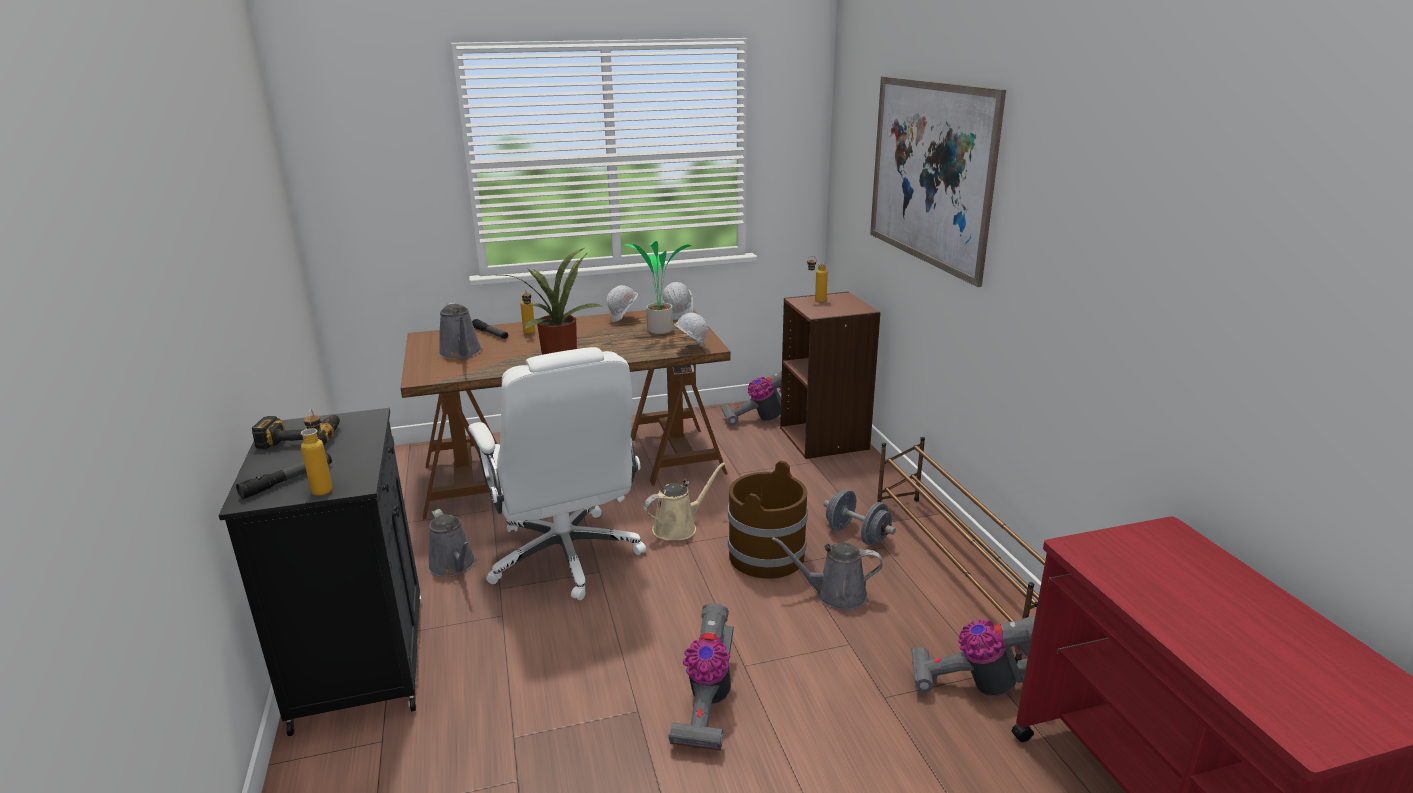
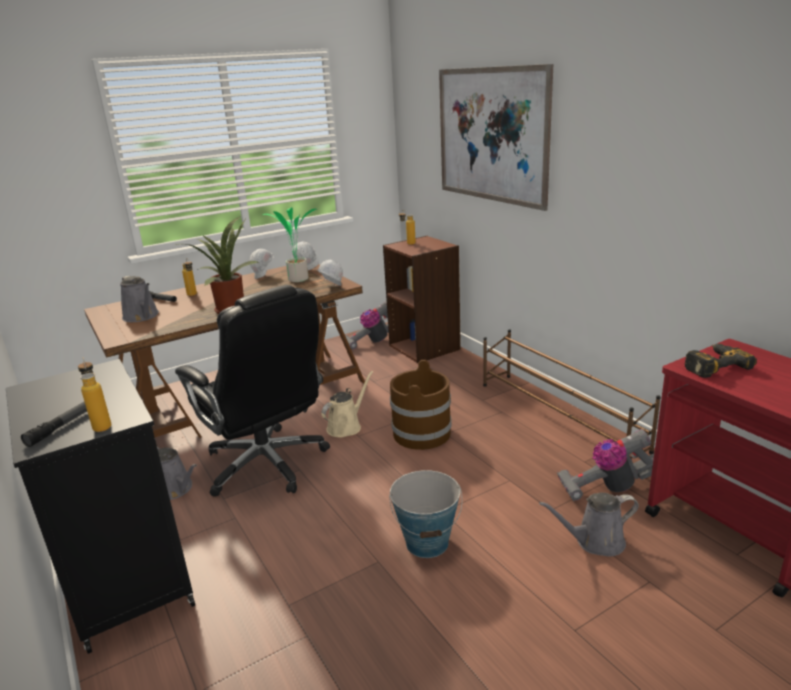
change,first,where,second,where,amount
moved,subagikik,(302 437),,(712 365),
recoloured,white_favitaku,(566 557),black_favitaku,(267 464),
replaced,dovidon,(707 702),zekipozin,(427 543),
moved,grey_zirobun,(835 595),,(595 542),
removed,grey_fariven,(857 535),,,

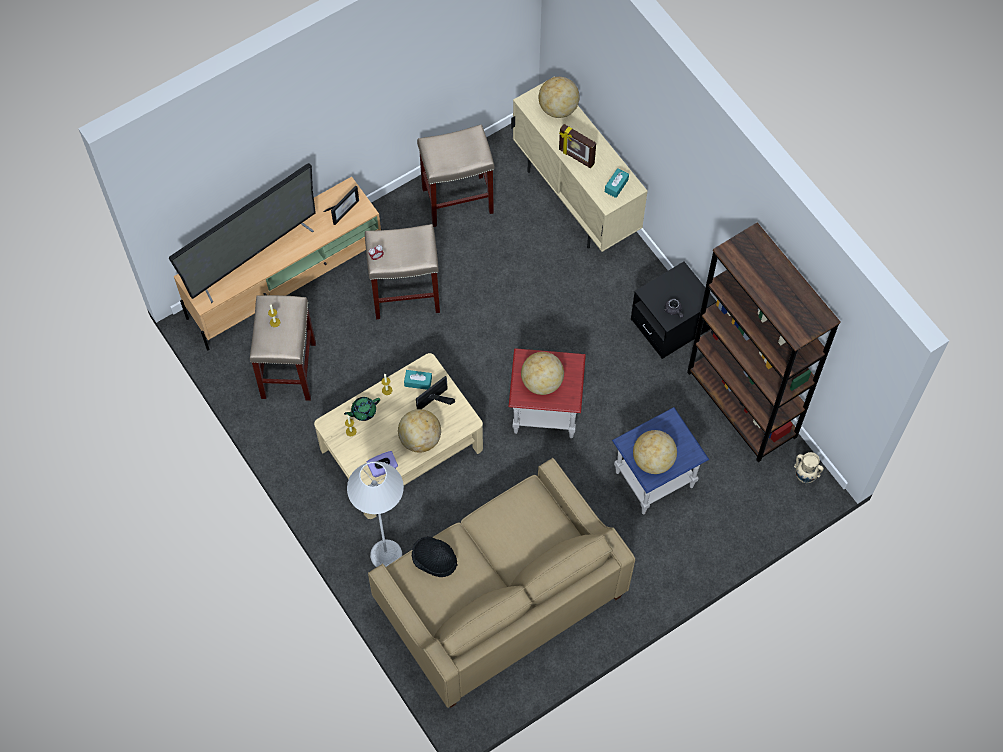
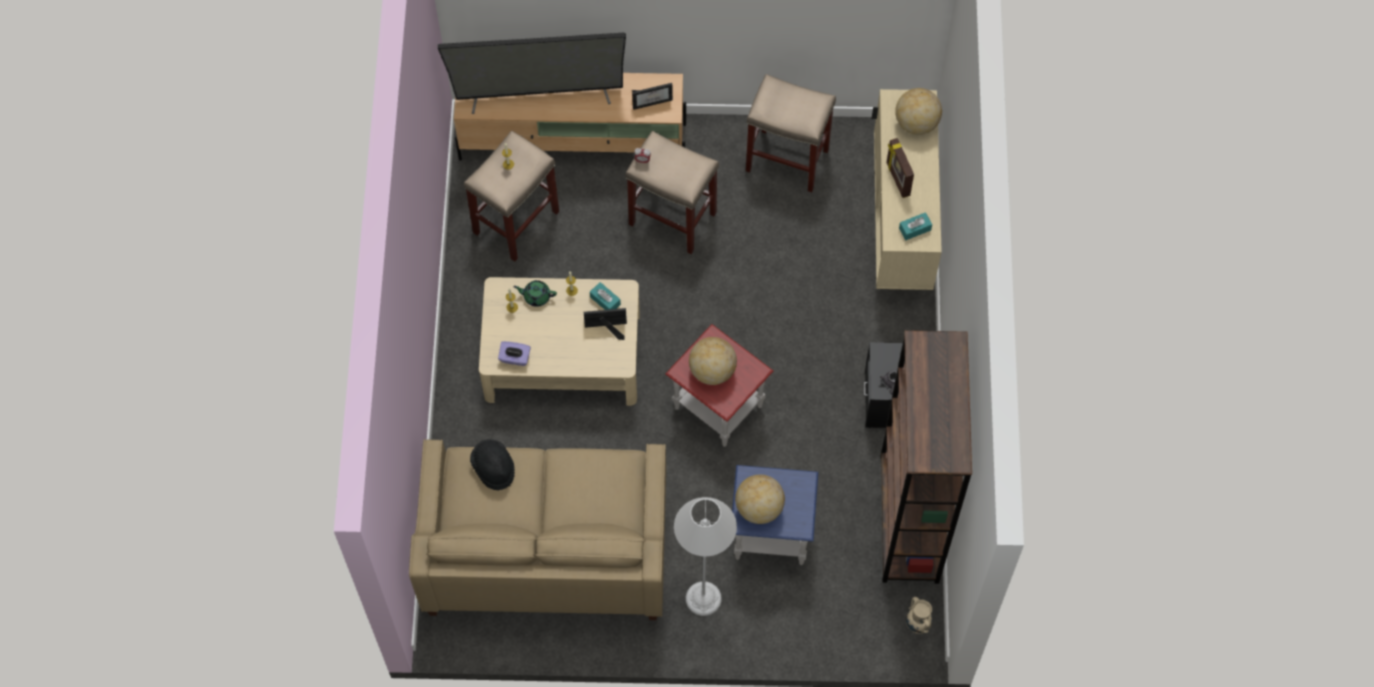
change,first,where,second,where,amount
moved,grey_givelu,(386 555),,(703 599),
removed,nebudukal,(420 439),,,

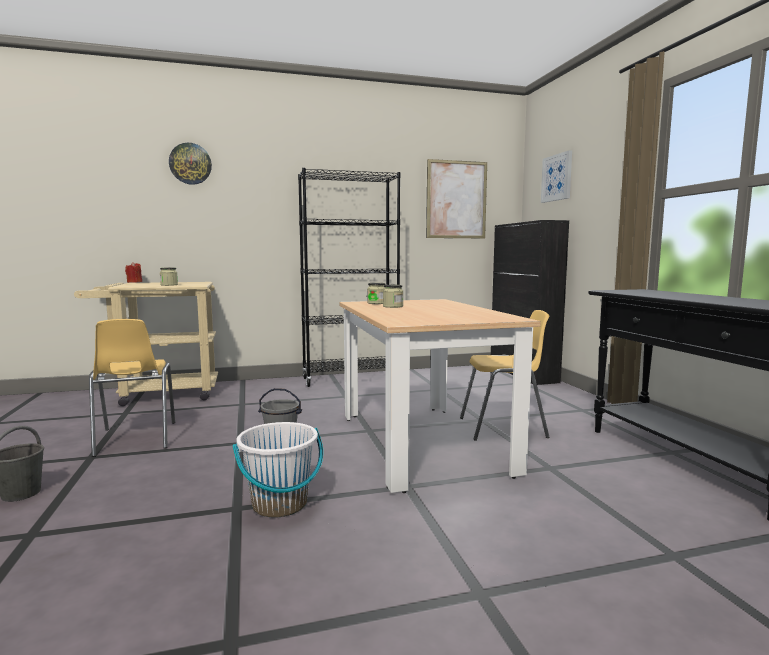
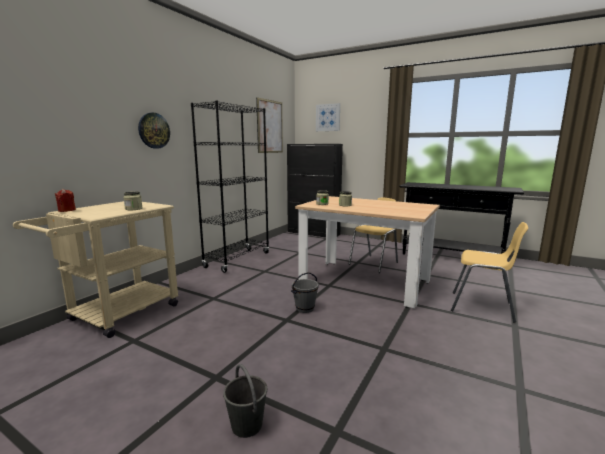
change,first,where,second,where,amount
moved,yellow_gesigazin,(135 439),,(482 307),
moved,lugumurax,(190 164),,(154 130),
removed,white_zekipozin,(280 504),,,

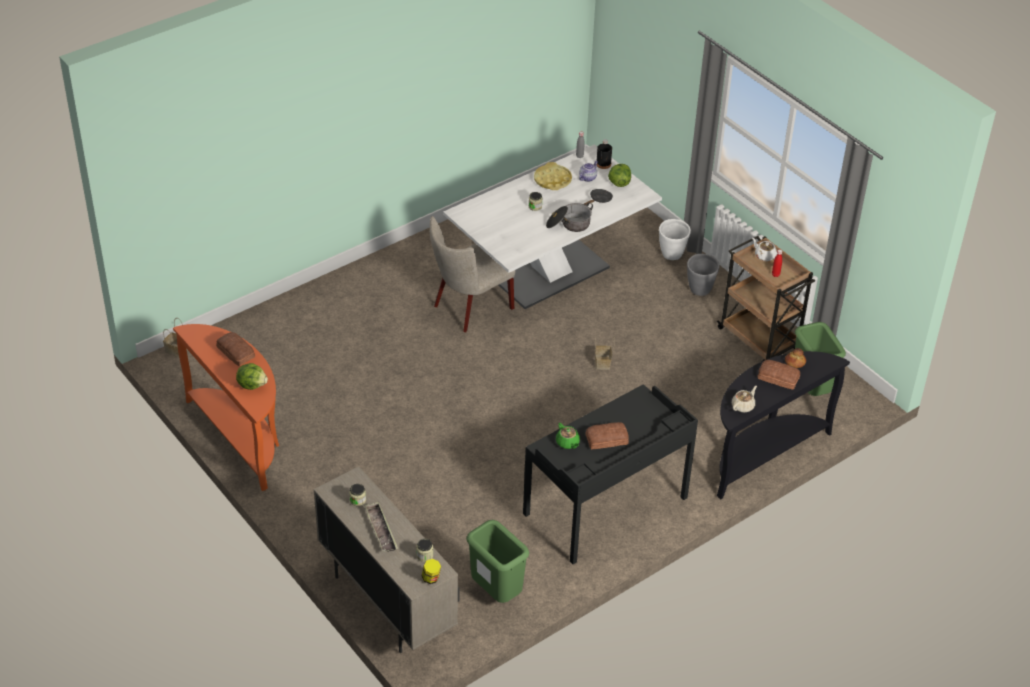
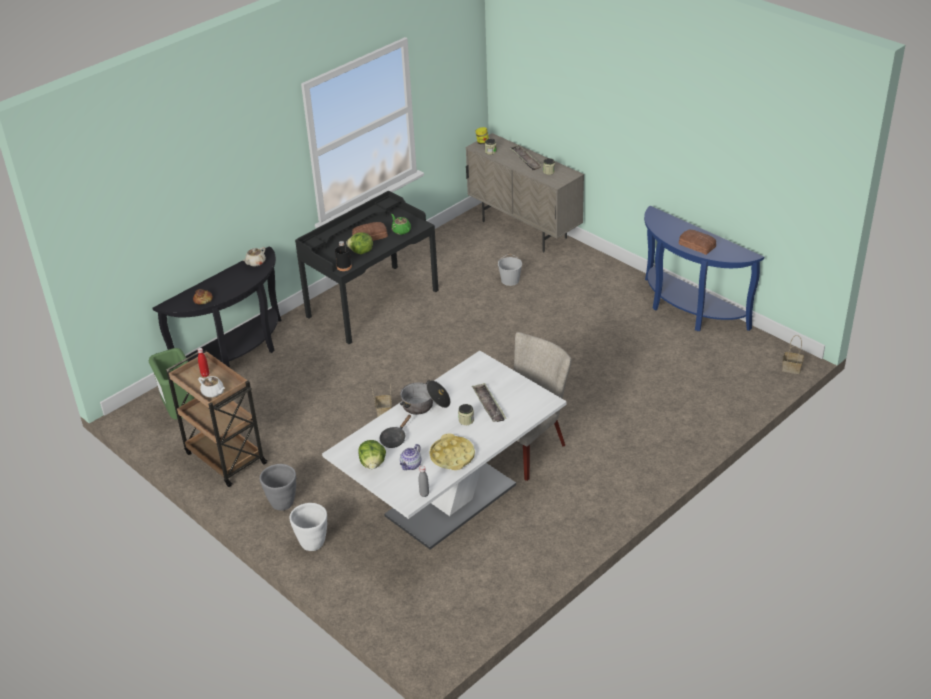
change,first,where,second,where,amount
recoloured,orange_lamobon,(241 437),blue_lamobon,(687 310),
moved,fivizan,(252 384),,(361 252),
removed,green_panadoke,(497 593),,,
moved,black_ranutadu,(603 164),,(344 266),
removed,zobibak,(778 378),,,
added,,,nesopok,(489 405),
added,,,white_zekipozin,(510 280),

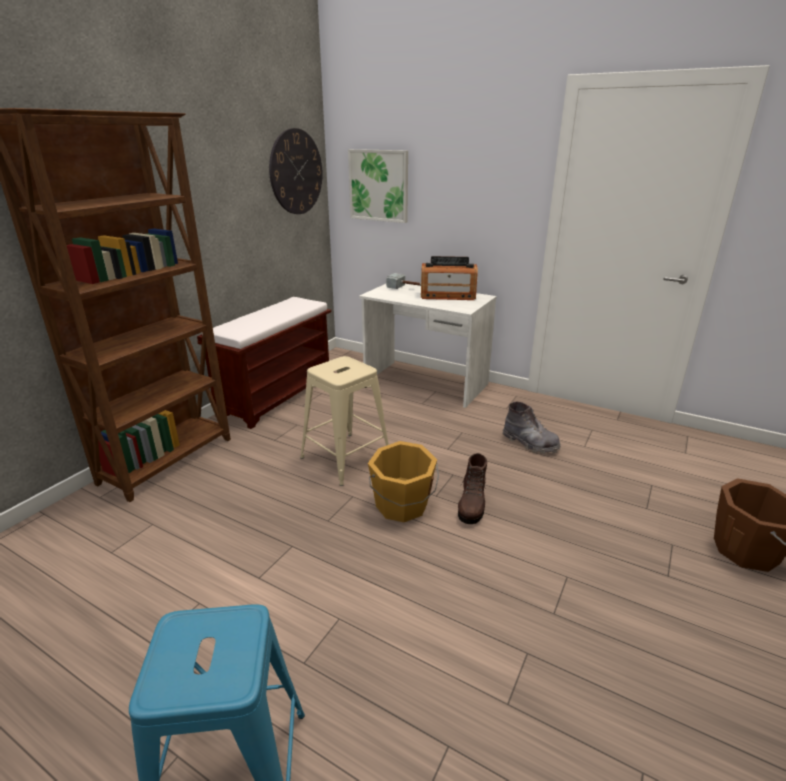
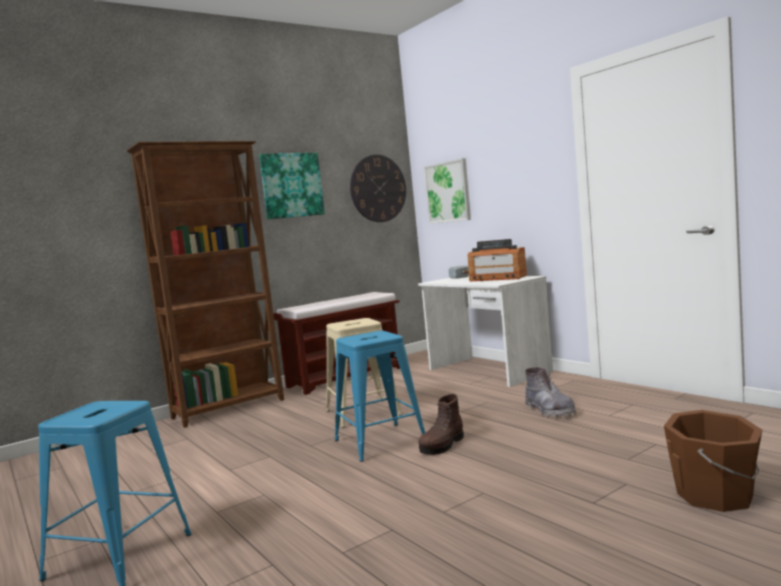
change,first,where,second,where,amount
replaced,orange_zekipozin,(402 505),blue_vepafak,(380 441),
added,,,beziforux,(291 185),

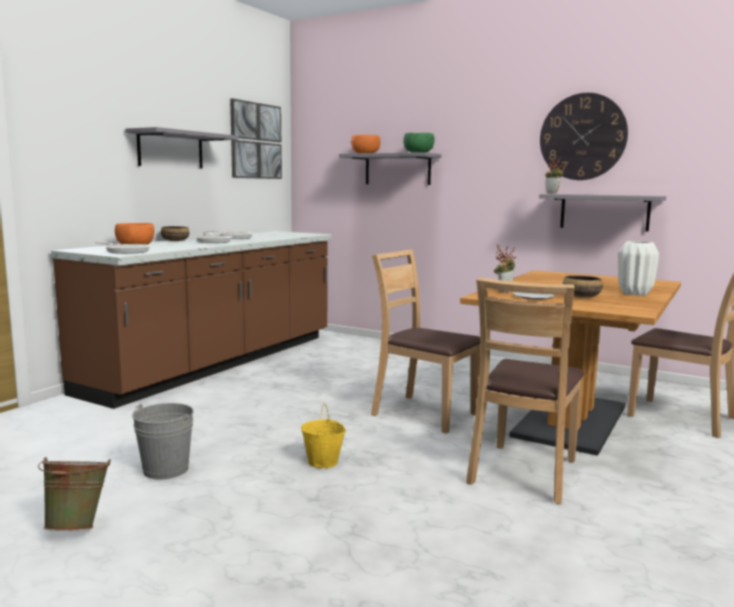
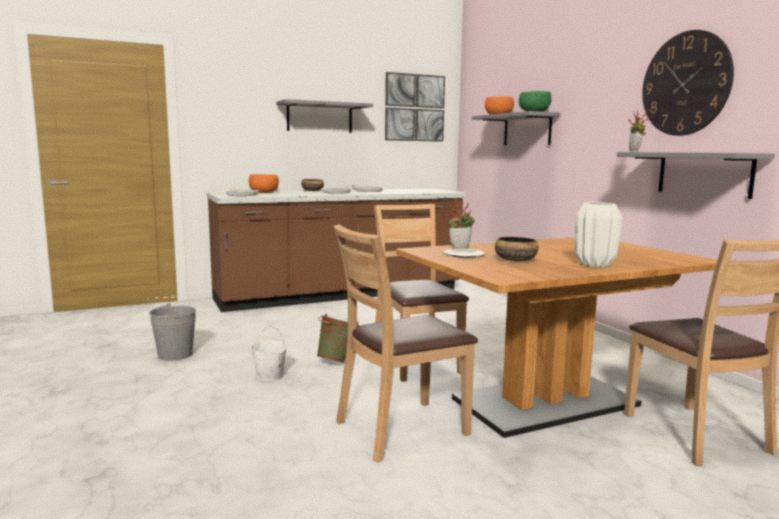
change,first,where,second,where,amount
moved,green_zekipozin,(78 526),,(338 361),
recoloured,yellow_zekipozin,(323 462),white_zekipozin,(270 376),

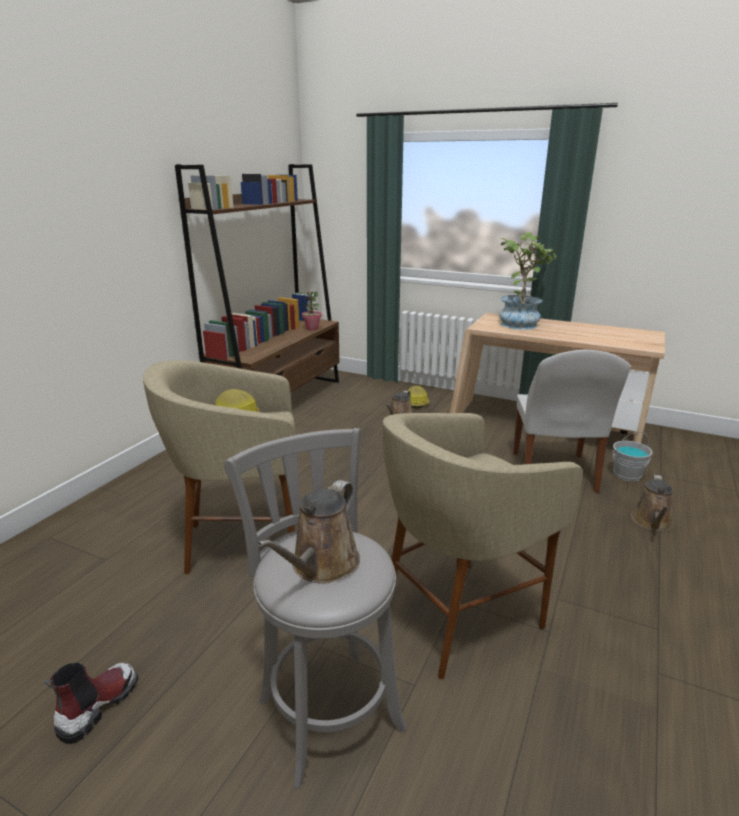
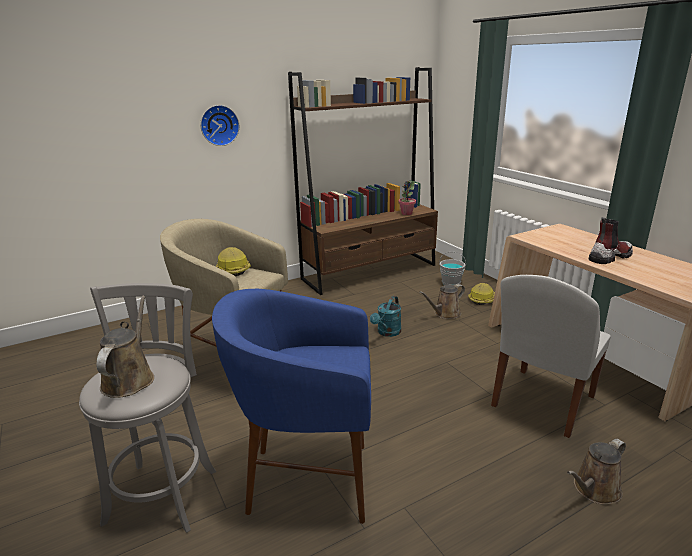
change,first,where,second,where,amount
moved,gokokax,(98 706),,(609 257),
turned,brown_zirobun,(321 565),,(130 378),120 degrees clockwise
recoloured,beige_vepafak,(458 618),blue_vepafak,(308 481),
removed,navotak,(520 323),,,
moved,grey_zekipozin,(626 474),,(451 282),
added,,,lugumurax,(219 125),
added,,,turquoise_zirobun,(387 333),

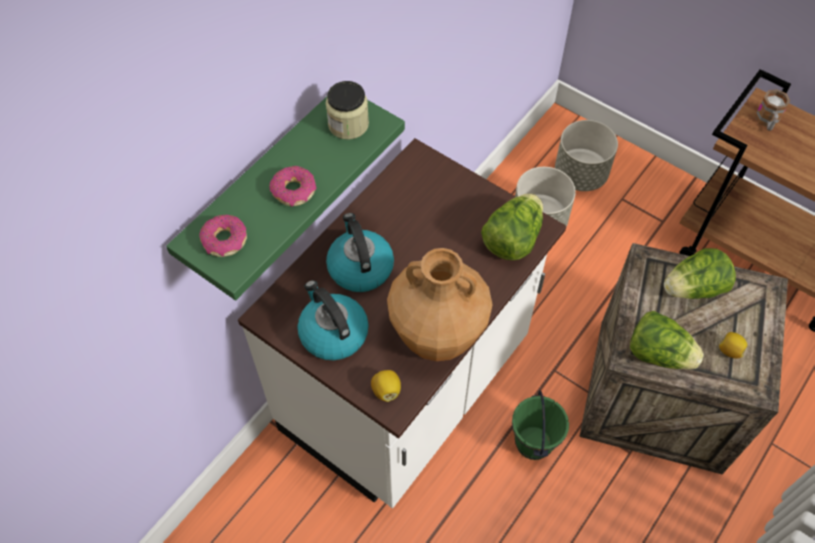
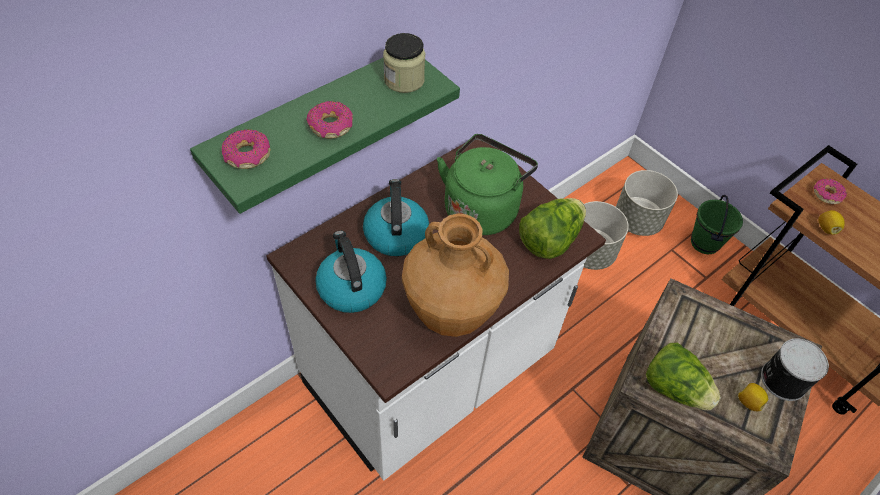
change,first,where,second,where,amount
moved,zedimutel,(386 390),,(826 228),
moved,green_zekipozin,(533 442),,(704 243),
removed,fivizan,(693 289),,,
replaced,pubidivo,(767 122),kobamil,(827 195),
added,,,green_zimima,(482 208),
added,,,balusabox,(782 379),

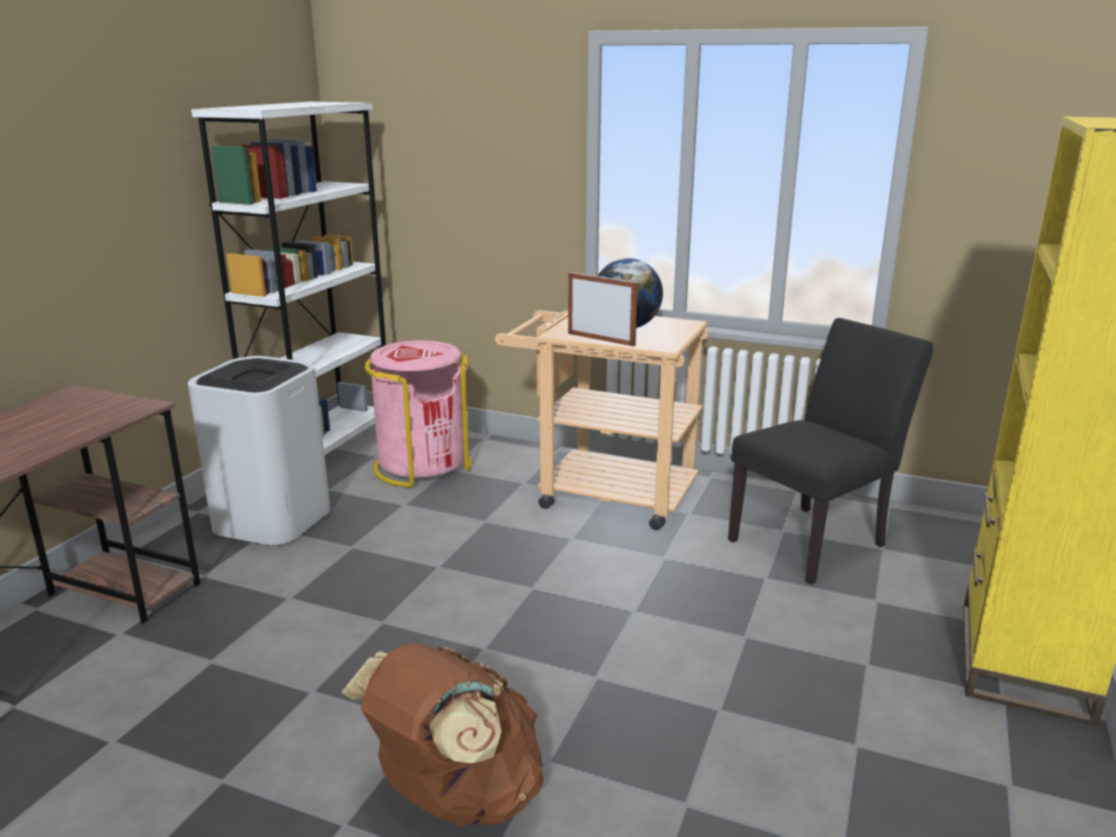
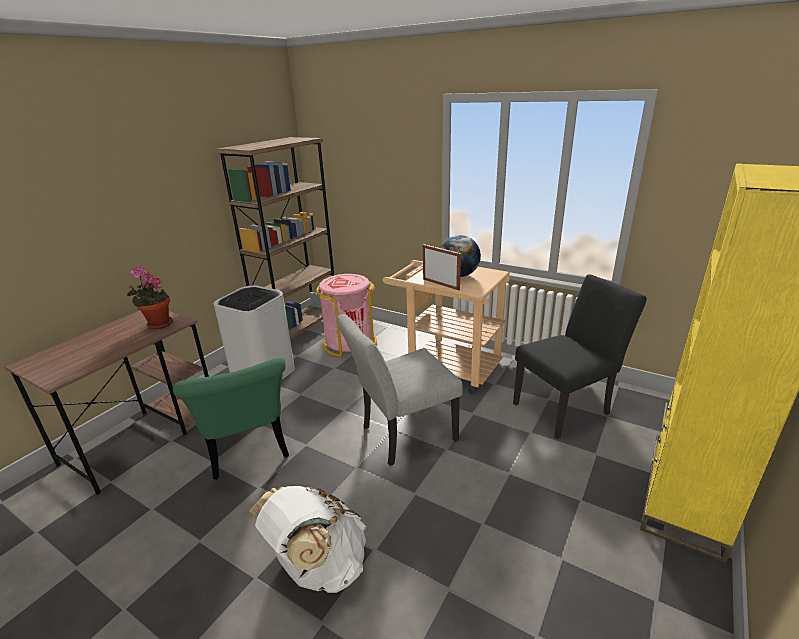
change,first,where,second,where,amount
recoloured,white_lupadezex,(325 453),brown_lupadezex,(300 332),
recoloured,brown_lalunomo,(455 797),white_lalunomo,(318 567),
added,,,navotak,(157 324),
added,,,green_gesigazin,(249 452),
added,,,grey_gesigazin,(402 435),

